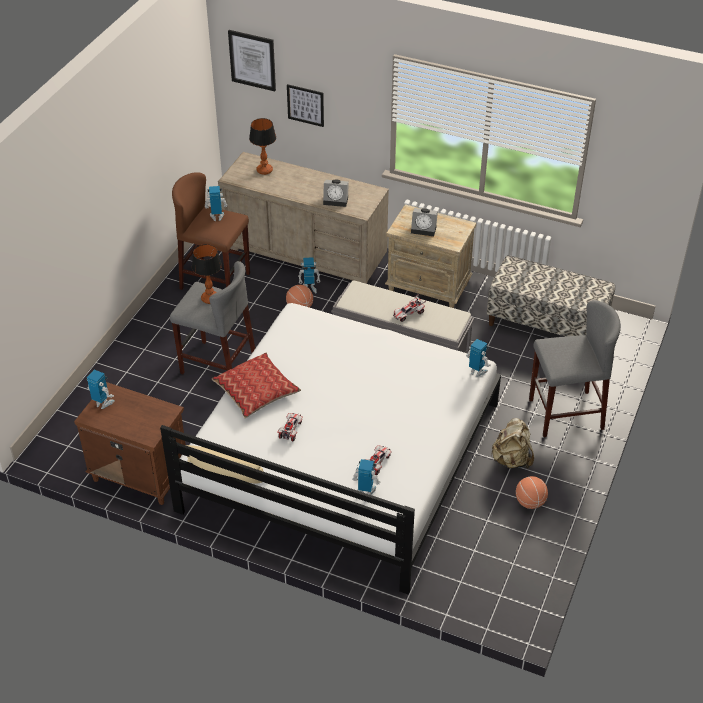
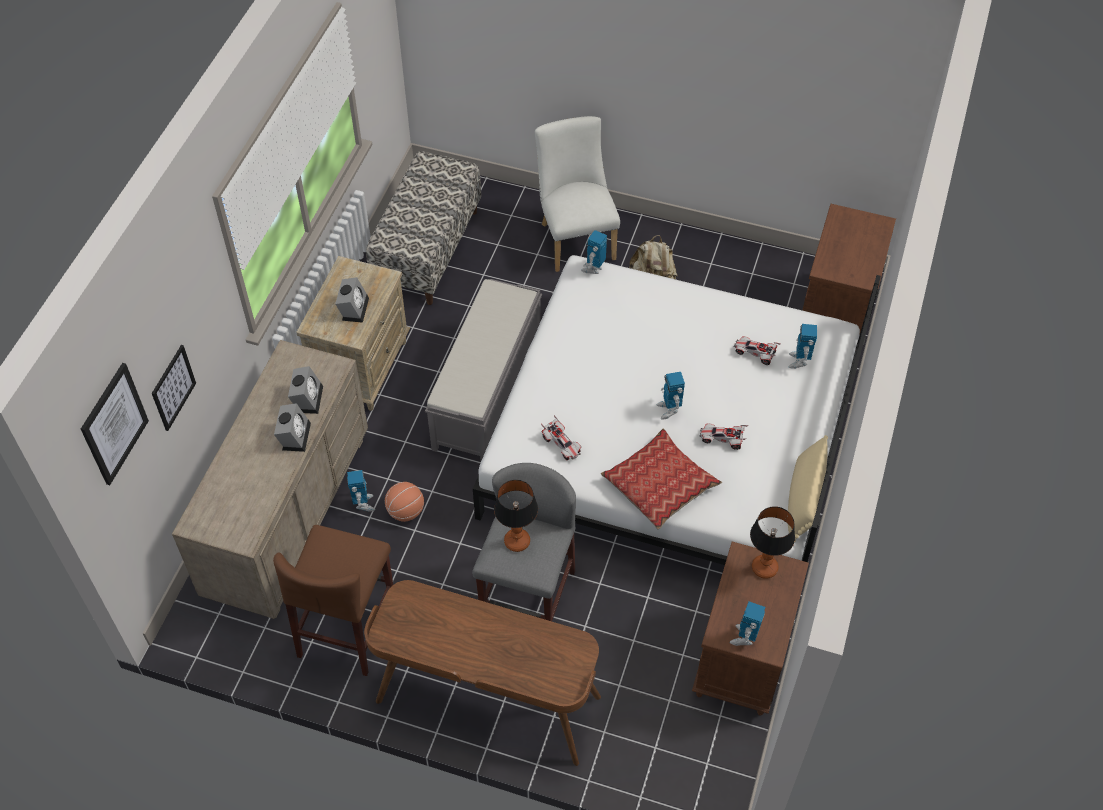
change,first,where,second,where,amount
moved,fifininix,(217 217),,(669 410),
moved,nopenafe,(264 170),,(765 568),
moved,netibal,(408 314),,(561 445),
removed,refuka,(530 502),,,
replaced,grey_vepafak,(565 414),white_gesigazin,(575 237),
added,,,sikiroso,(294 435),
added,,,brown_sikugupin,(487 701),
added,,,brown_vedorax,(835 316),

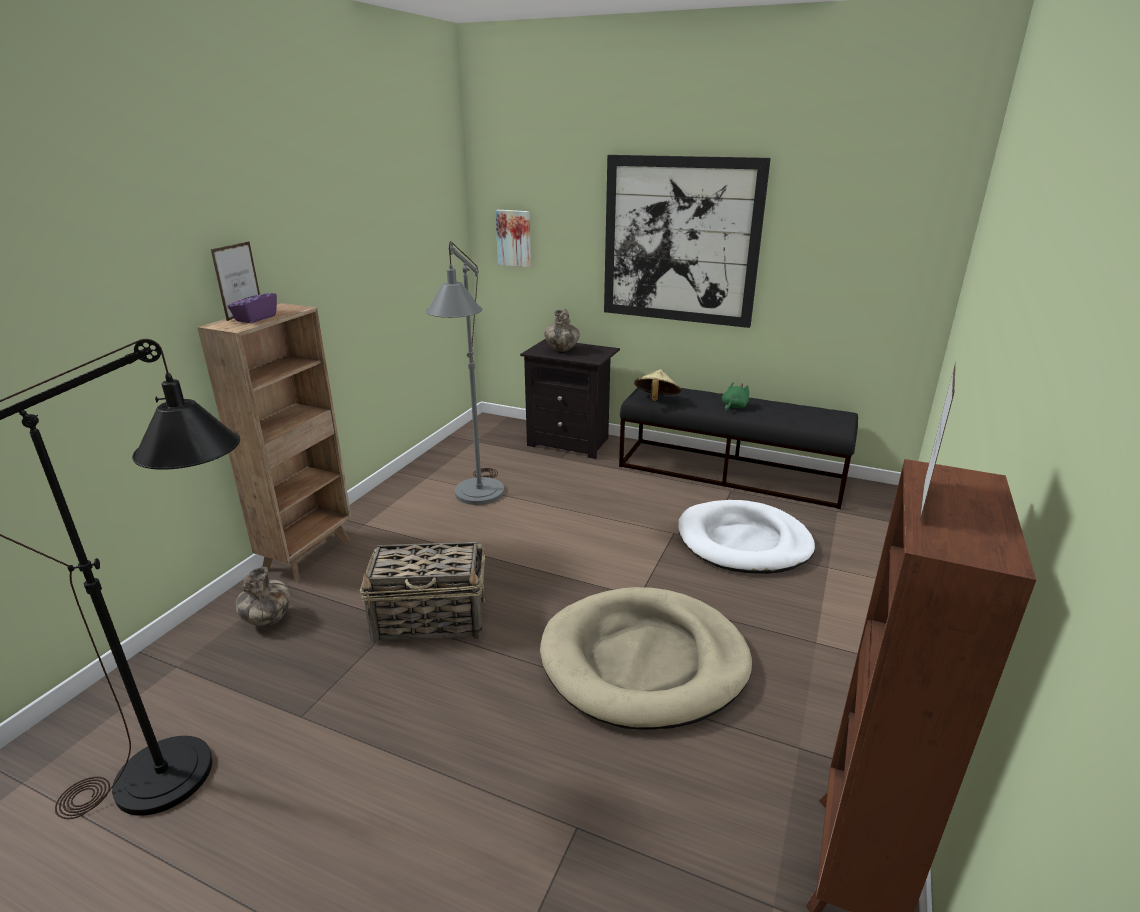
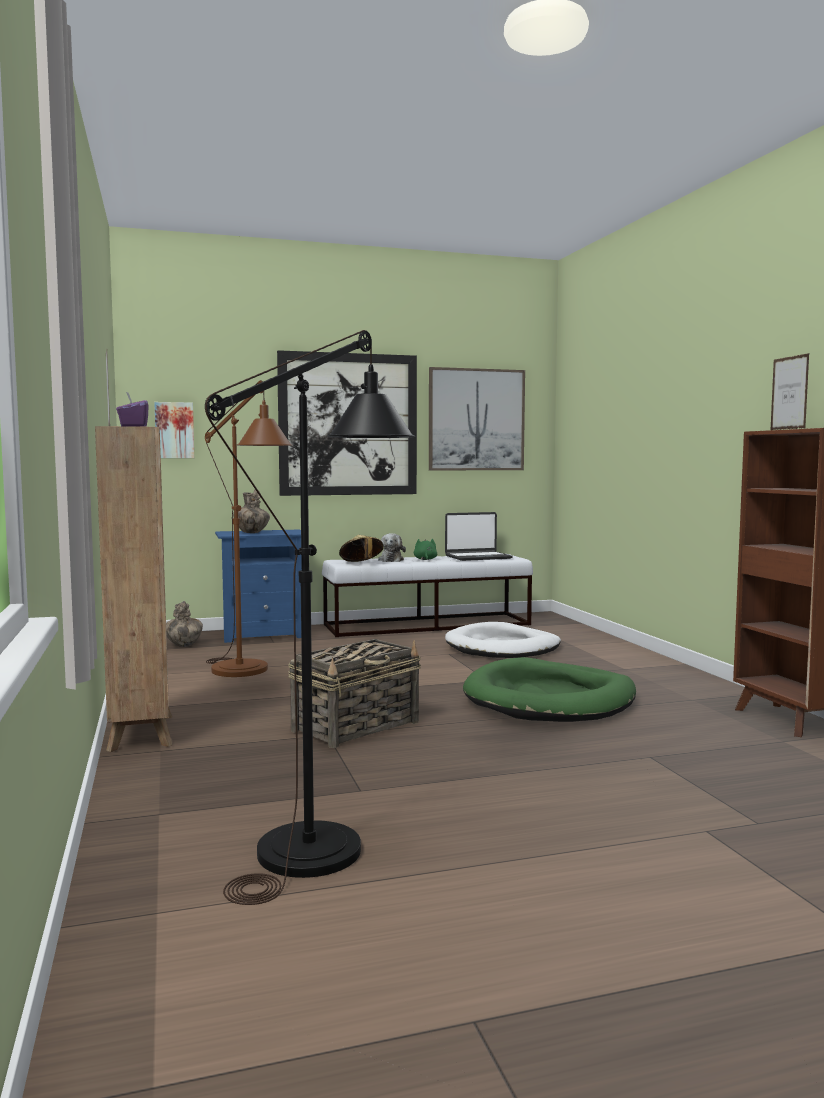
change,first,where,second,where,amount
moved,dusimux,(268 619),,(184 645),
recoloured,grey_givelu,(477 499),brown_givelu,(247 673),
recoloured,black_vedorax,(571 442),blue_vedorax,(263 634),
recoloured,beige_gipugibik,(644 661),green_gipugibik,(549 699),
recoloured,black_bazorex,(731 472),white_bazorex,(428 625),
added,,,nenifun,(391 560),
added,,,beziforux,(476 420),
added,,,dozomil,(478 557),

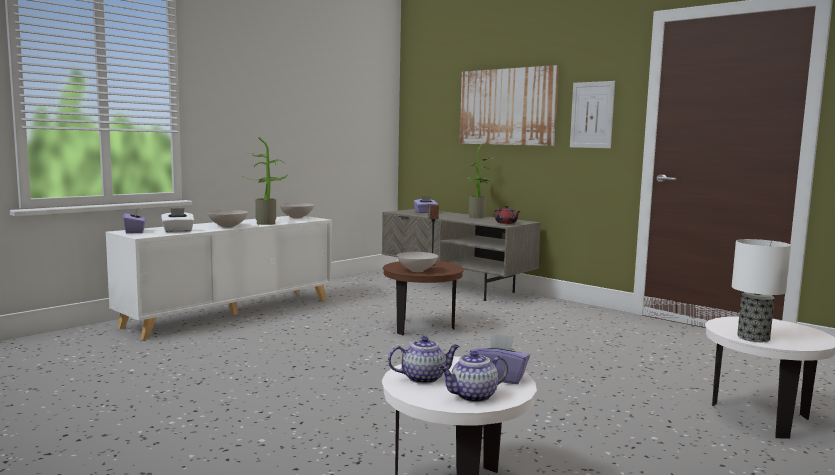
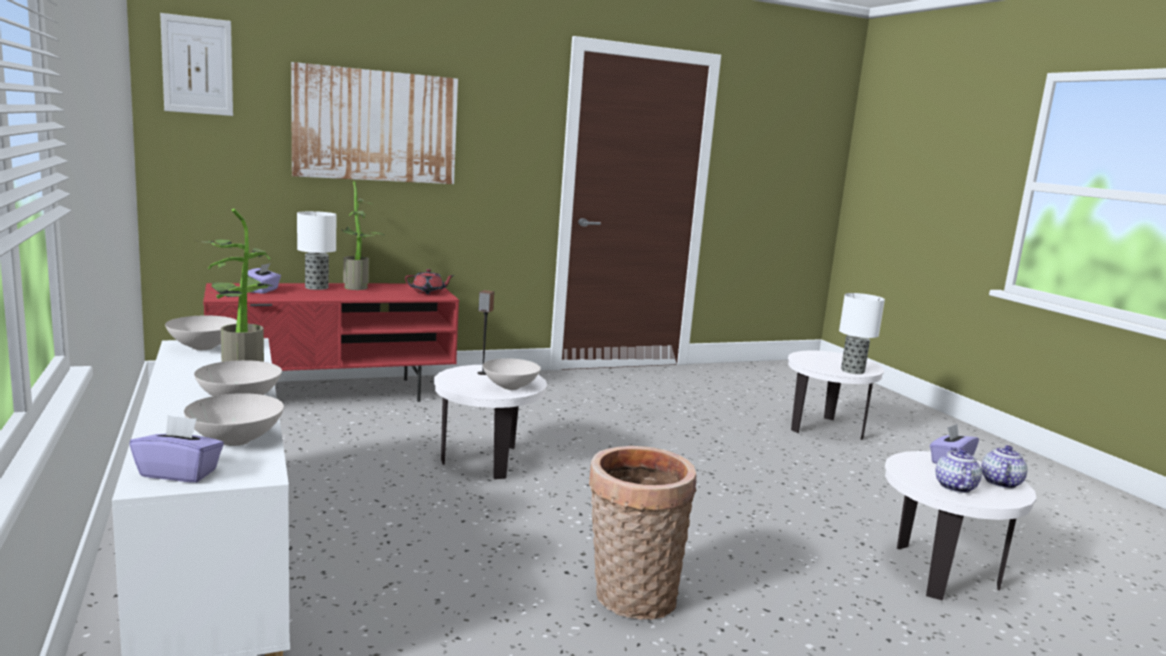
change,first,where,second,where,amount
replaced,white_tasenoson,(178 231),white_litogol,(235 440),
recoloured,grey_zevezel,(456 287),red_zevezel,(334 393),
recoloured,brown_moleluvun,(422 327),white_moleluvun,(487 460),
turned,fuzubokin,(472 396),,(1000 482),150 degrees counterclockwise
moved,beziforux,(592 115),,(197 65),
added,,,nopenafe,(317 287),
added,,,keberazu,(630 598),

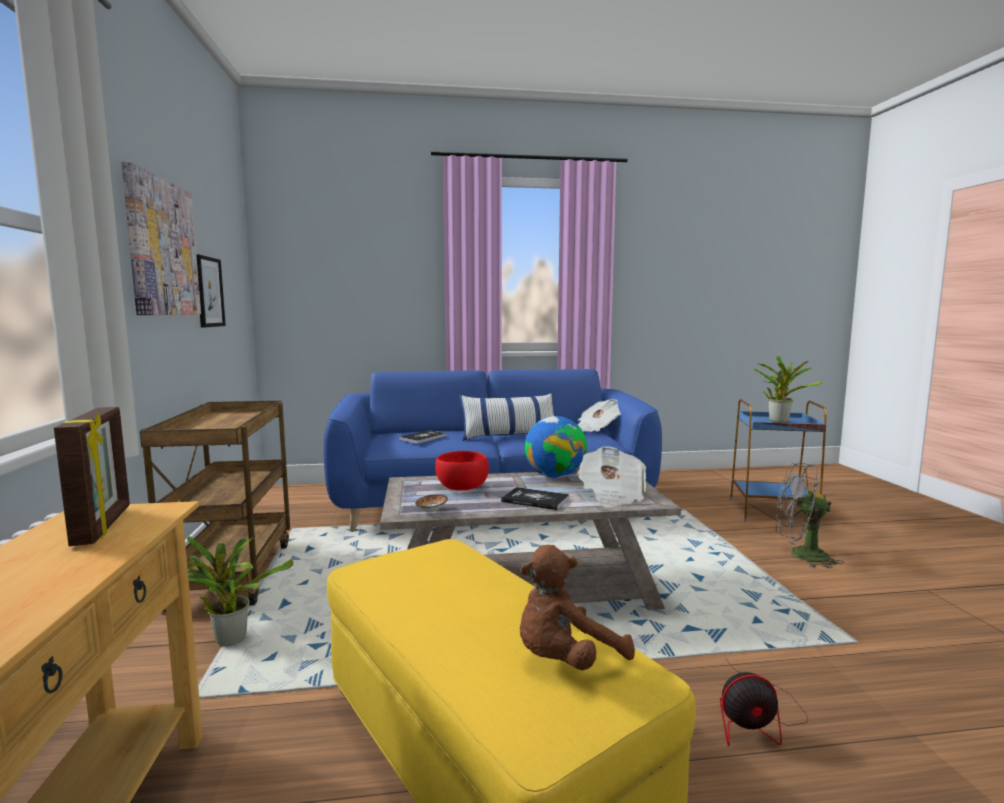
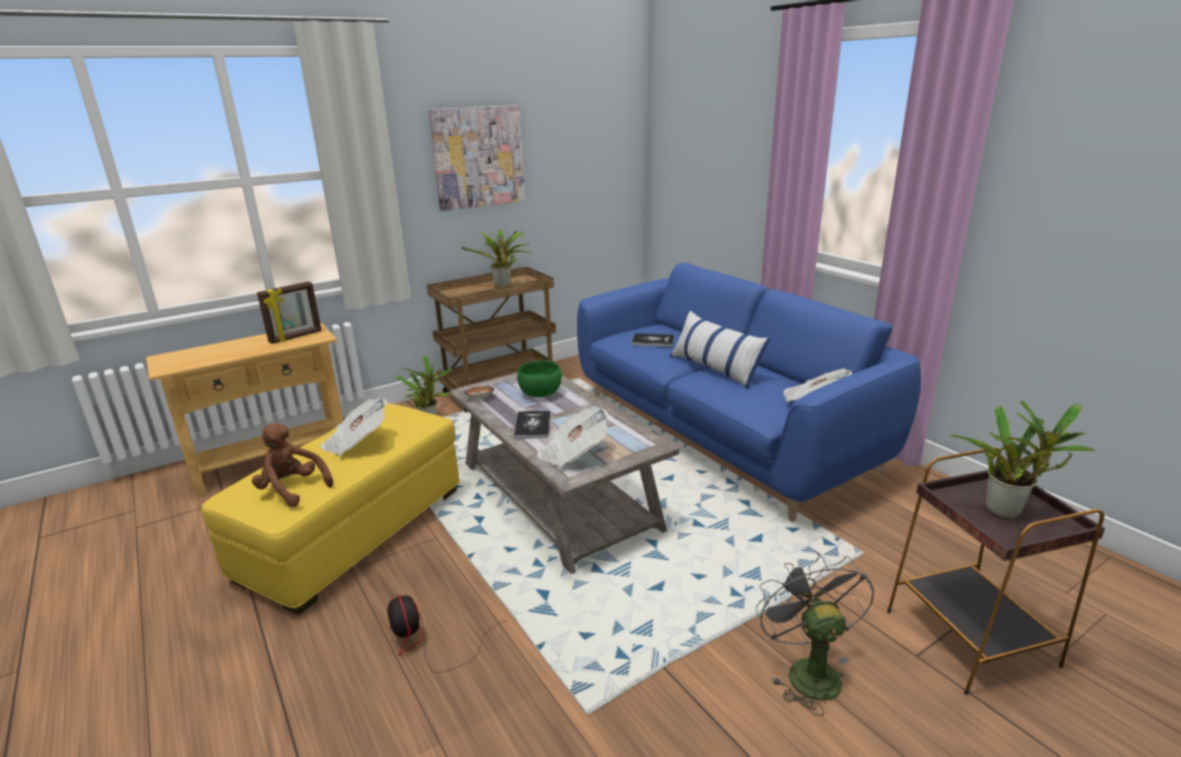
change,first,where,second,where,amount
removed,beziforux,(209 292),,,
recoloured,red_litogol,(462 488),green_litogol,(540 394),
removed,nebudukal,(555 477),,,
recoloured,blue_moleluvun,(773 511),brown_moleluvun,(970 639),
added,,,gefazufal,(357 443),
added,,,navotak,(503 286),

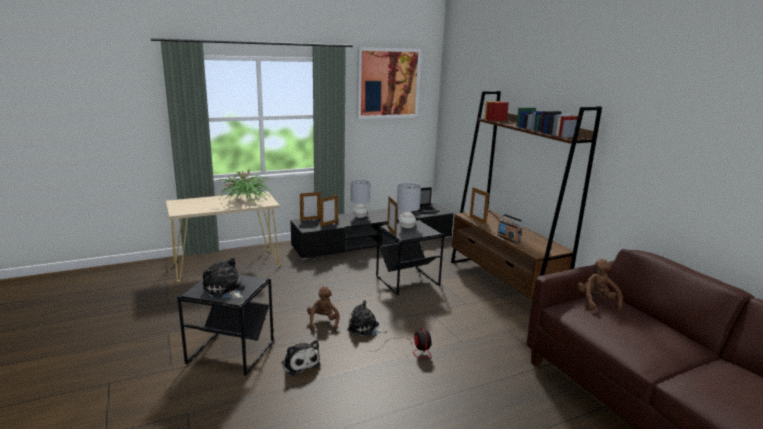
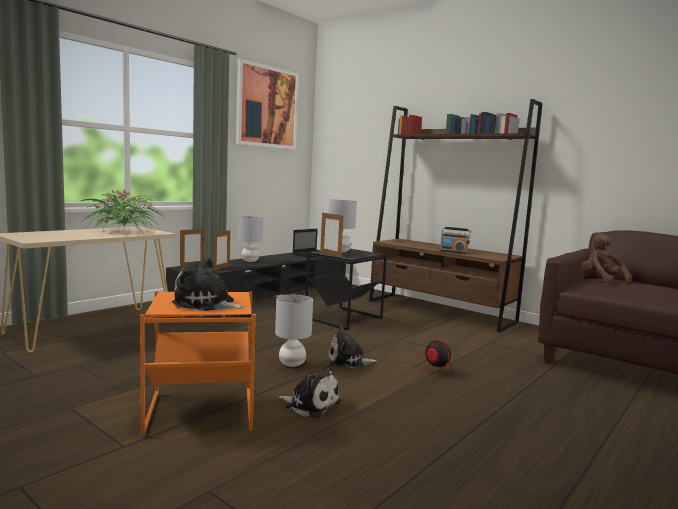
change,first,where,second,where,amount
recoloured,black_moleluvun,(231 353),orange_moleluvun,(202 411),
replaced,brown_nenifun,(323 322),grey_nopenafe,(292 364),
removed,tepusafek,(477 220),,,

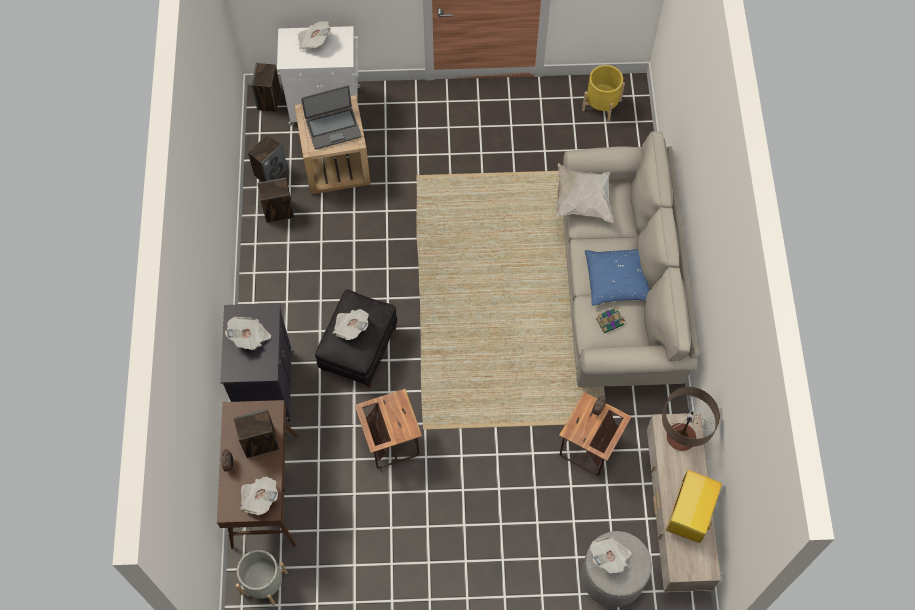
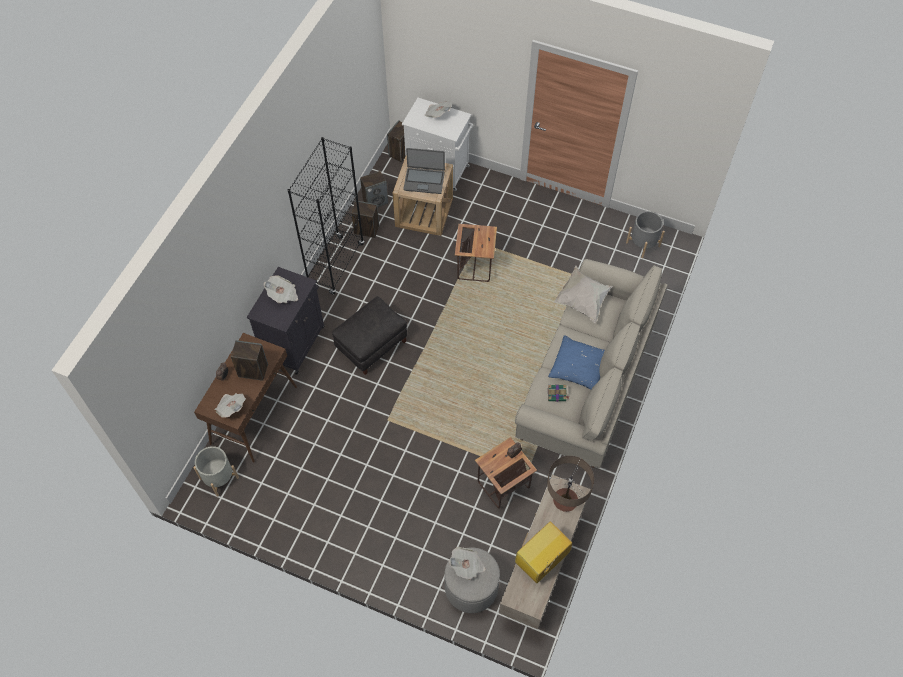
change,first,where,second,where,amount
removed,gefazufal,(351 327),,,
moved,moleluvun,(390 440),,(475 266),
recoloured,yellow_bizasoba,(601 105),grey_bizasoba,(643 244),
added,,,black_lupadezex,(336 265),

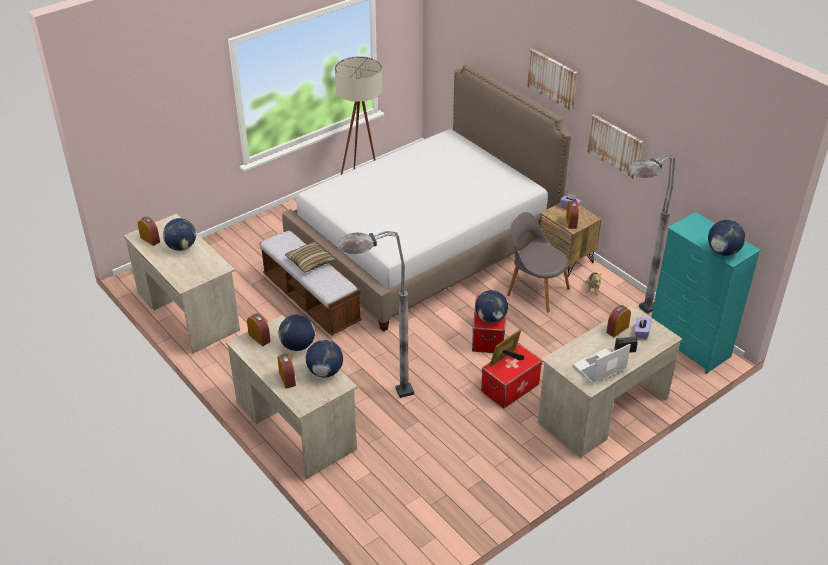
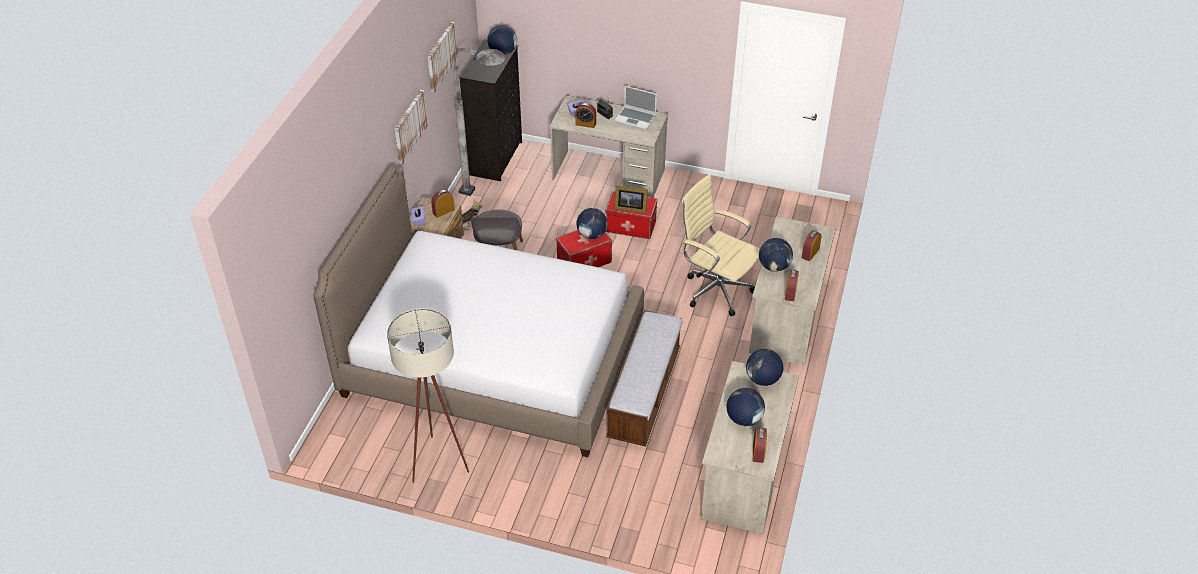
change,first,where,second,where,amount
removed,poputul,(310 262),,,
moved,nebudukal,(325 371),,(762 379),
replaced,grey_givelu,(375 398),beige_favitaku,(715 290),
moved,beziforux,(552 79),,(441 56),
recoloured,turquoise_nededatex,(689 345),black_nededatex,(496 158),

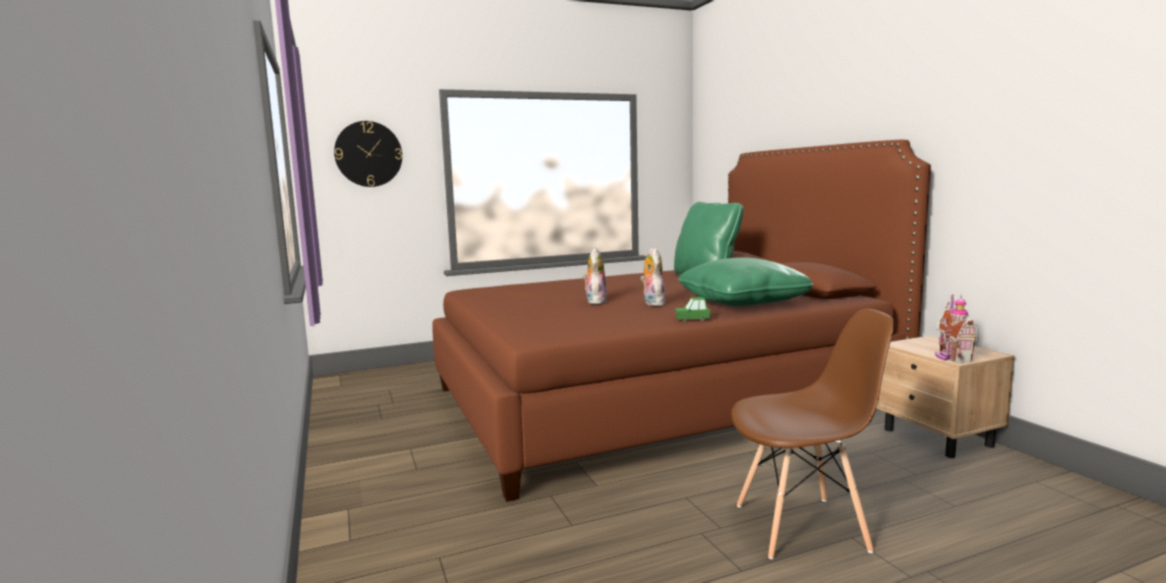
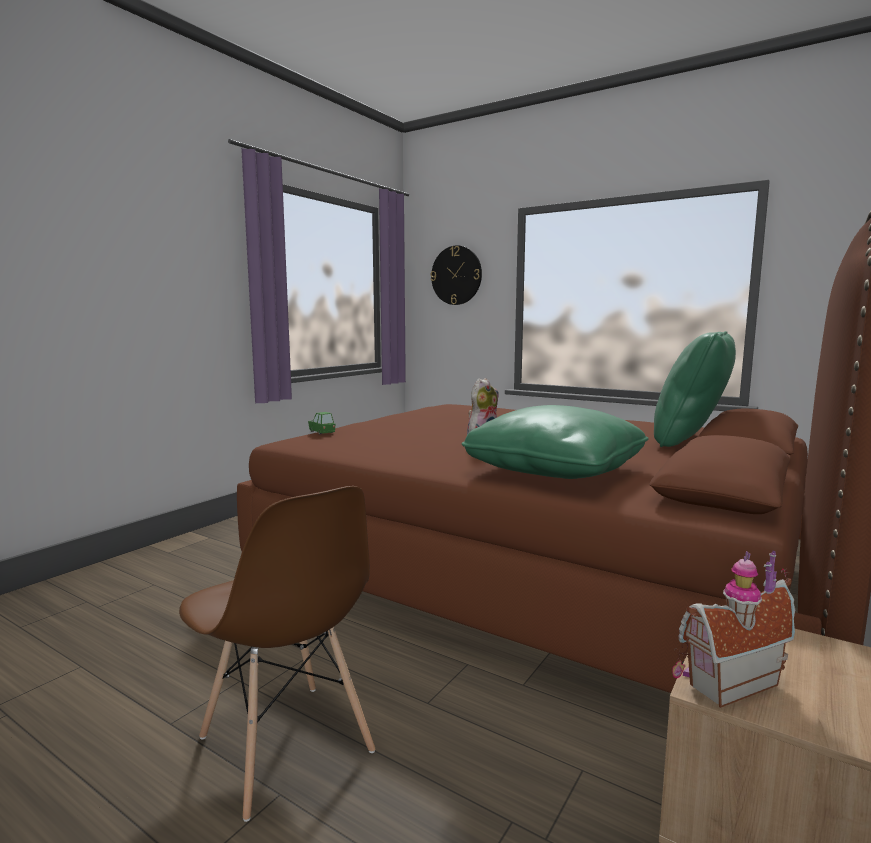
change,first,where,second,where,amount
removed,nenifun,(595 301),,,
moved,green_netibal,(692 319),,(321 432),

